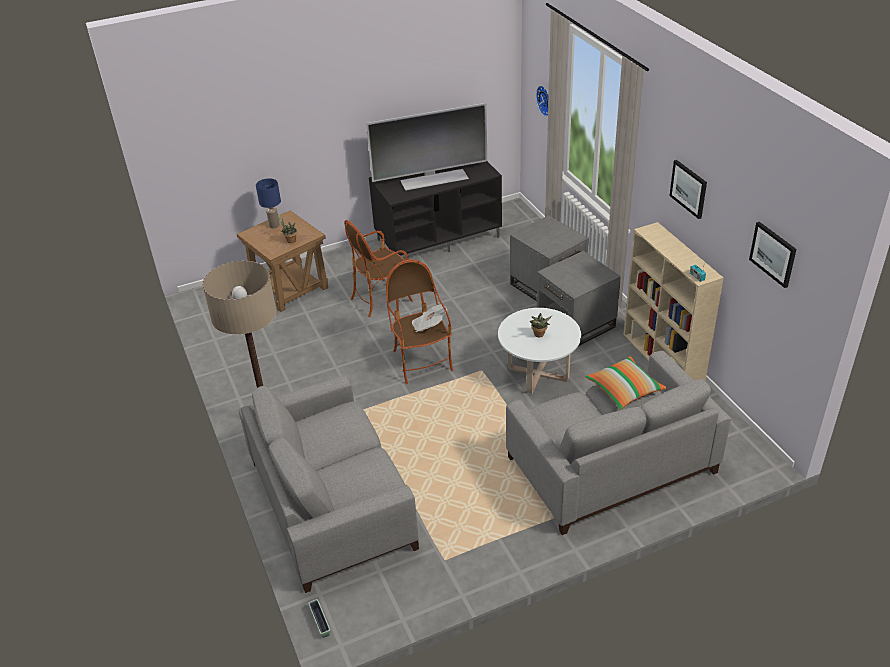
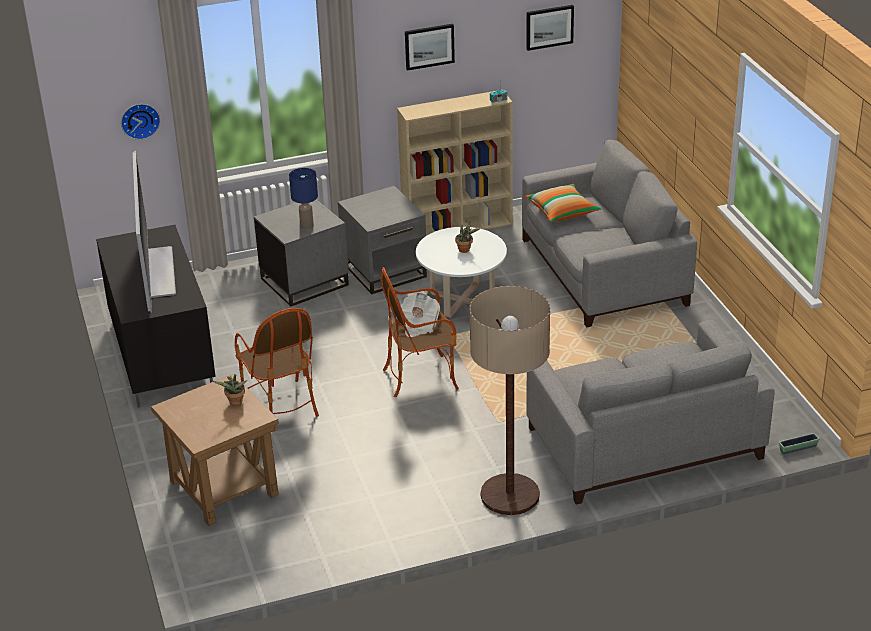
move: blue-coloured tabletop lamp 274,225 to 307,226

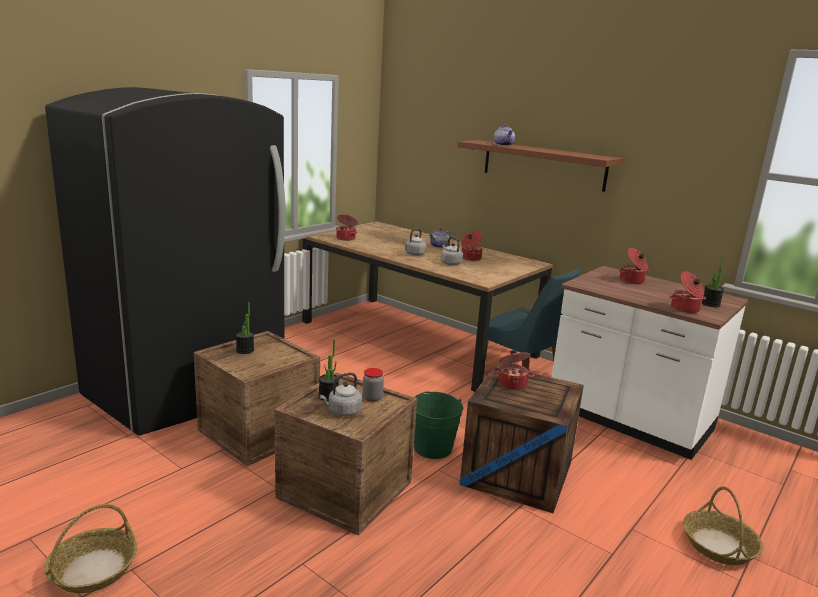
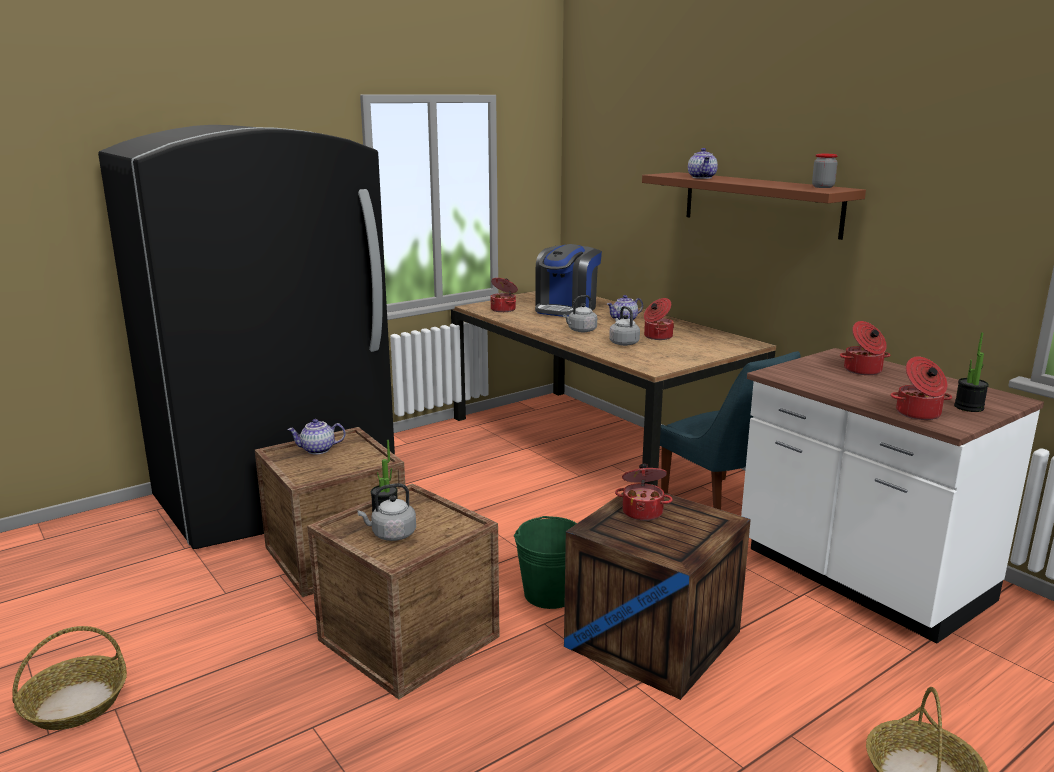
insert: coffee brewer 566,309
move: jar 372,398 to 823,187
replace: potted plant 245,350 to teapot 317,450

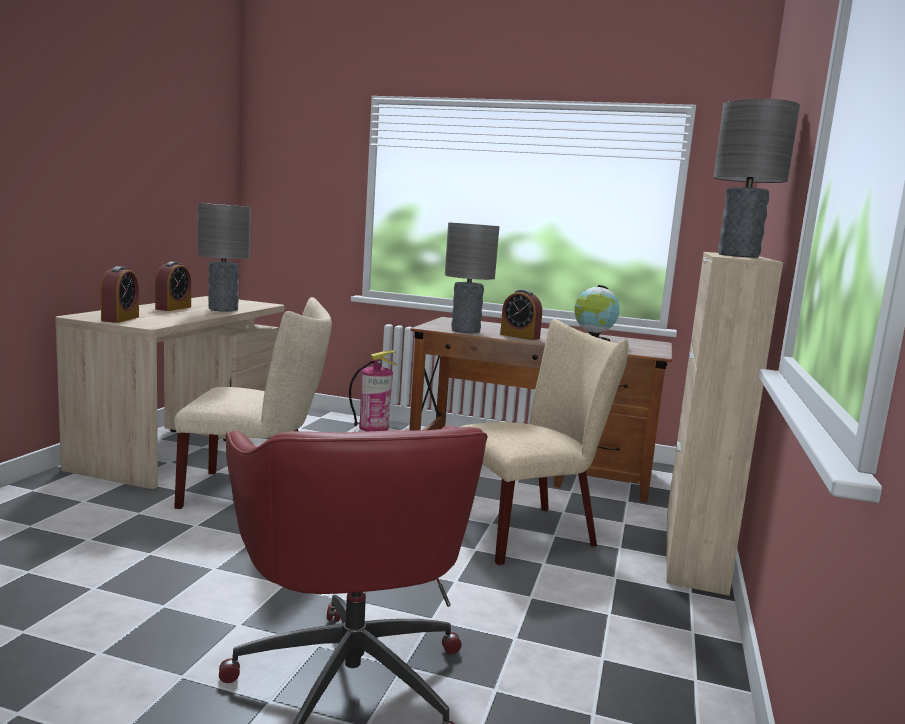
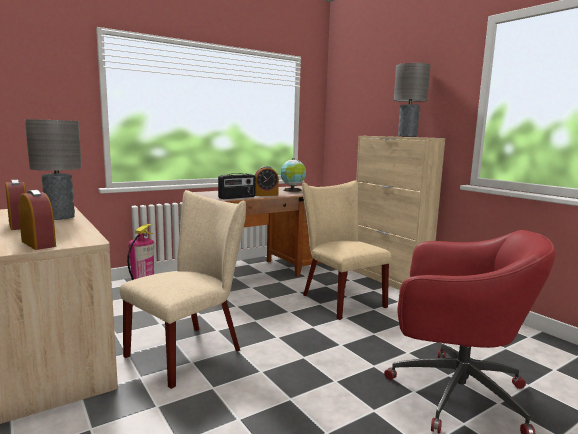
replace: gray tabletop lamp 465,331 to radio 237,197
rotate: sand-coloured upright chair 531,531 = 339,299 45 degrees counterclockwise

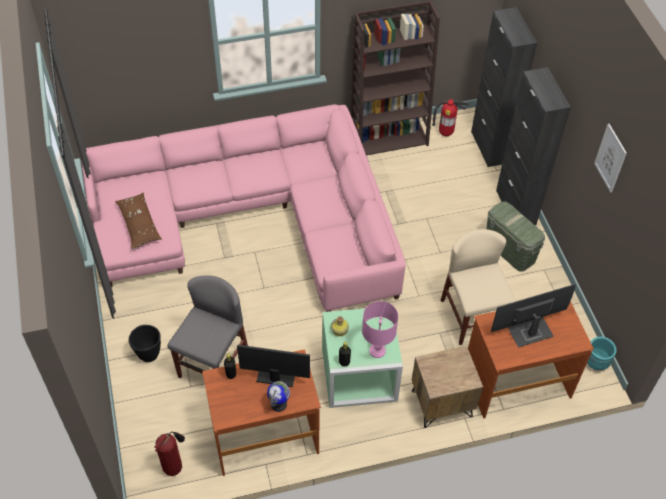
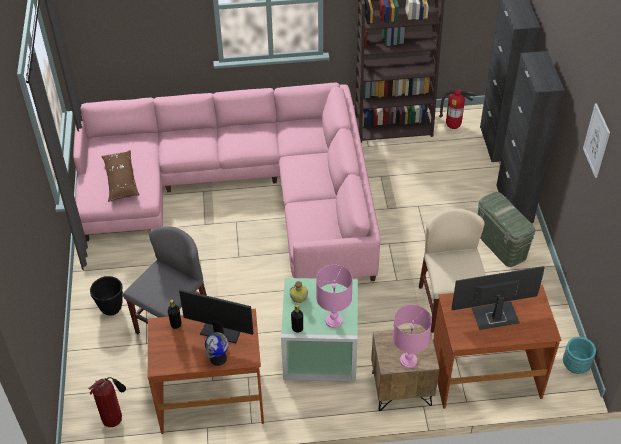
insert: pink-coloured tabletop lamp 408,361

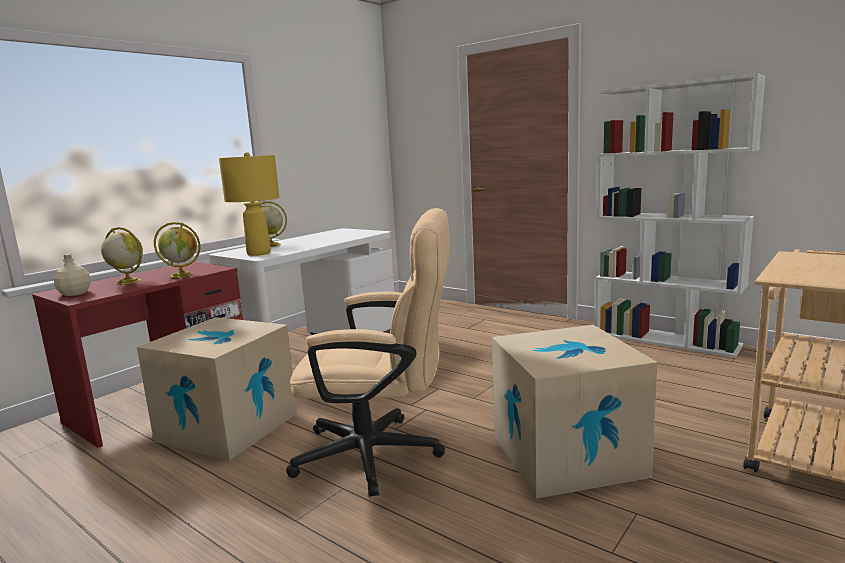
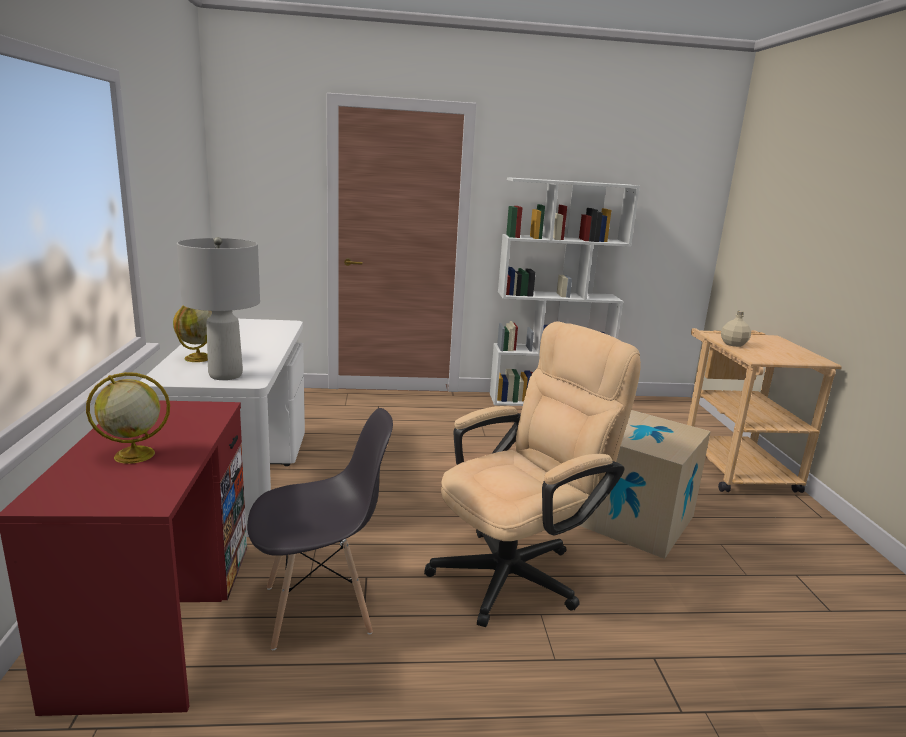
delete: globe 182,275
move: sand-coloured bottle 75,293 to 733,344
replace: carton 228,427 to gray upright chair 319,609
recolor: yellowish tabletop lamp 259,253 to gray tabletop lamp 226,375

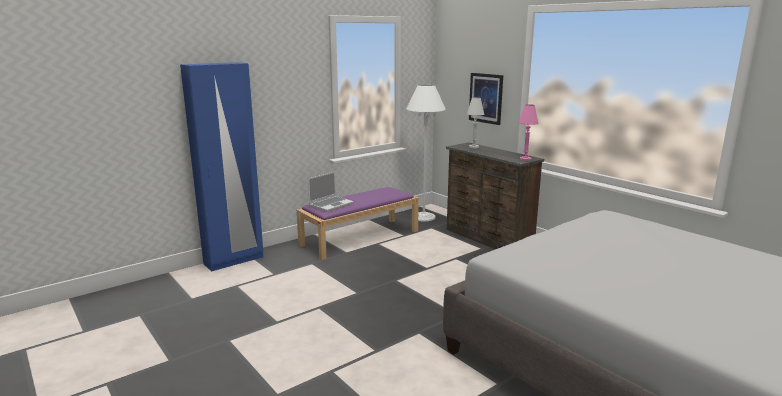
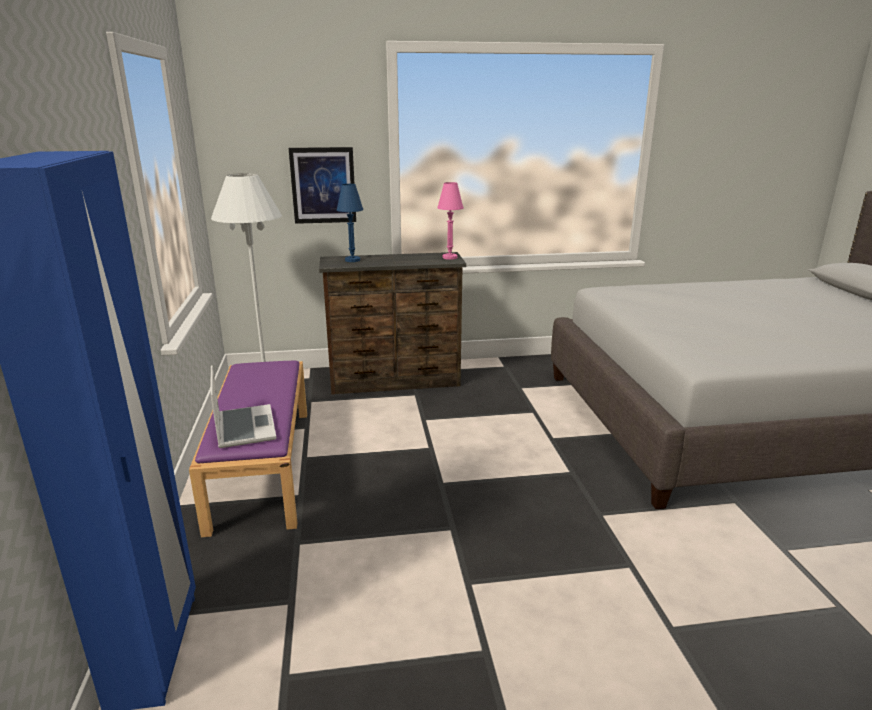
recolor: whitish tabletop lamp 474,147 to blue-coloured tabletop lamp 352,260

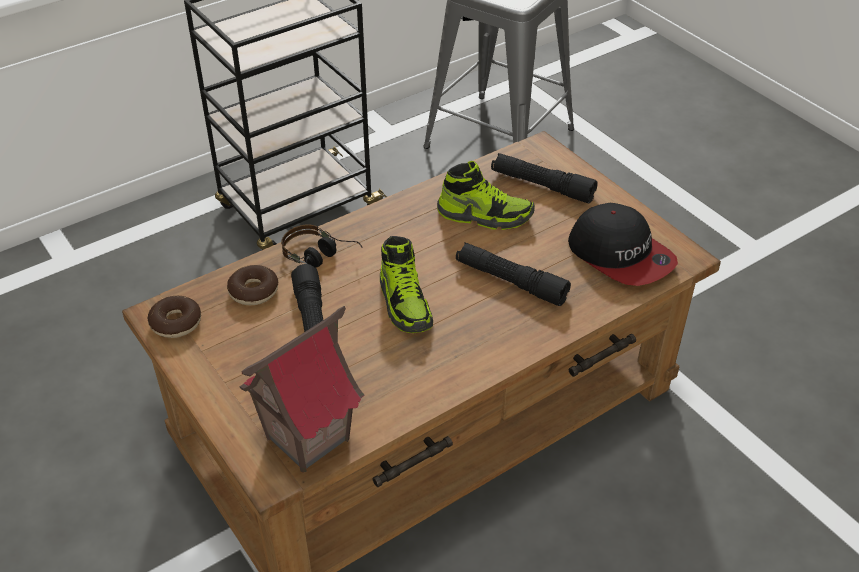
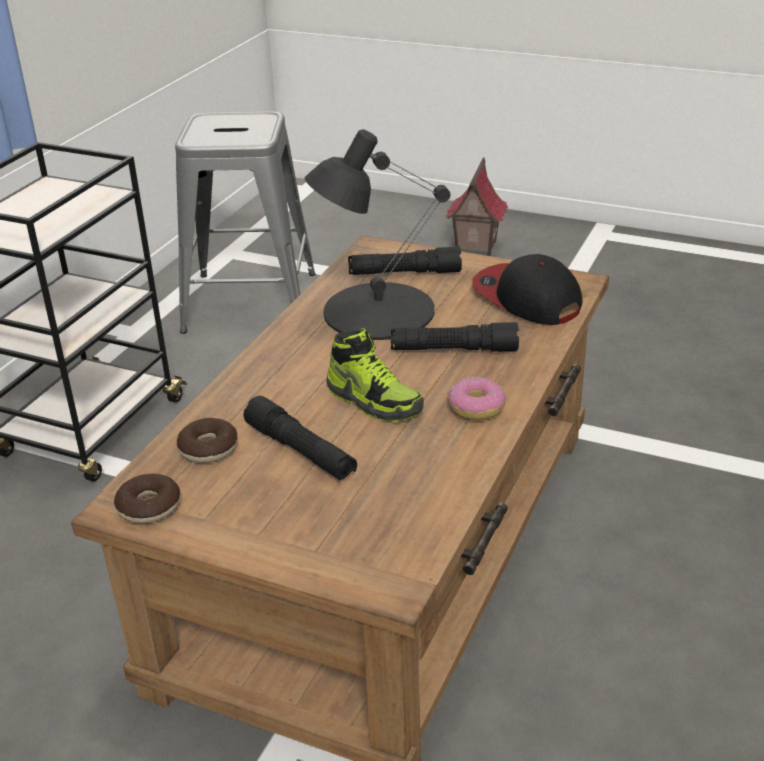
delete: pair of headphones 322,257
insert: doughnut 476,408
move: toy house 306,438 to 475,248
replace: item of footwear 484,215 to black-coloured tabletop lamp 376,311
rotate: peaked cap 620,255 = 526,298 150 degrees counterclockwise

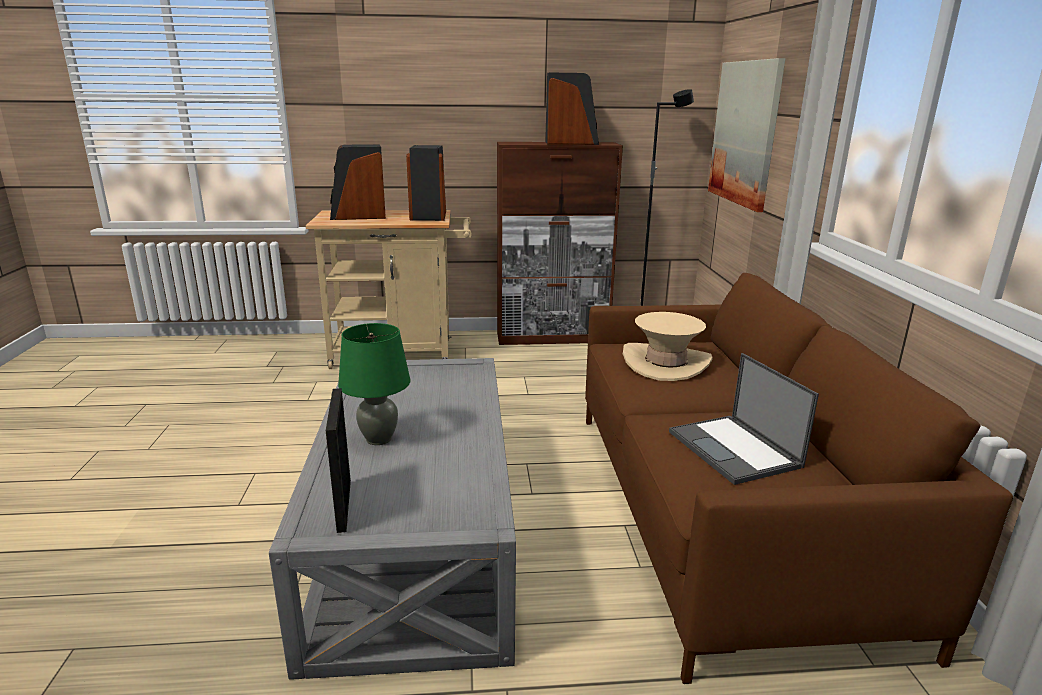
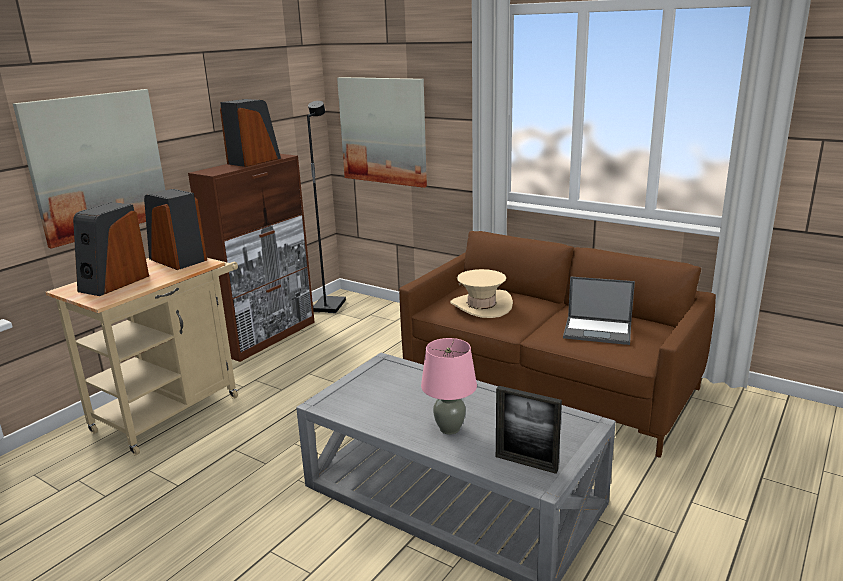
insert: wall art 97,165
recolor: green tabletop lamp 379,439 to pink-coloured tabletop lamp 449,429

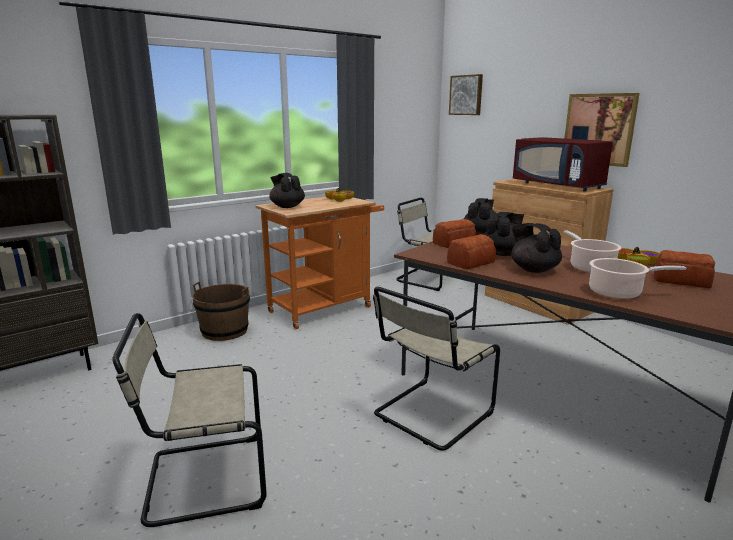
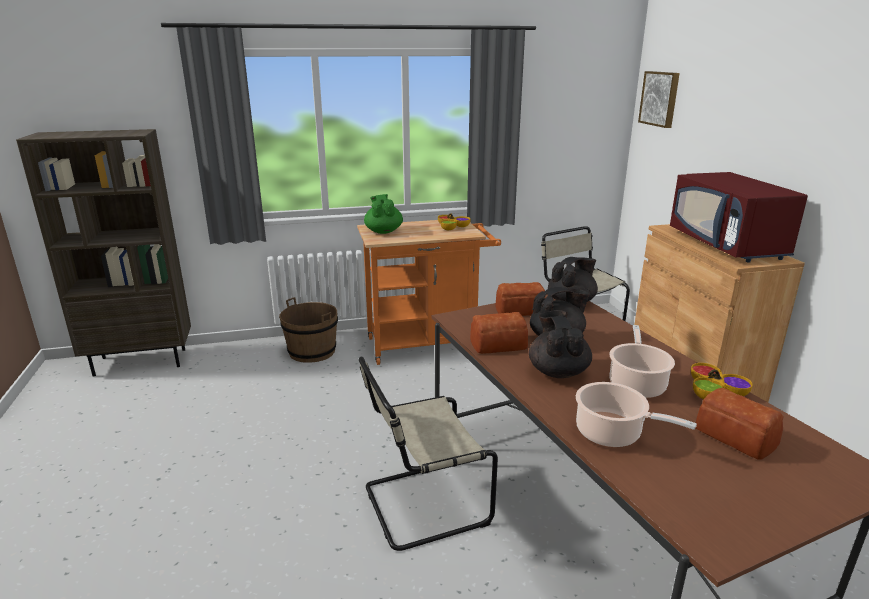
delete: sand-coloured upright chair 201,479; wall art 599,129
recolor: black-coloured teapot 287,206 to green teapot 383,231

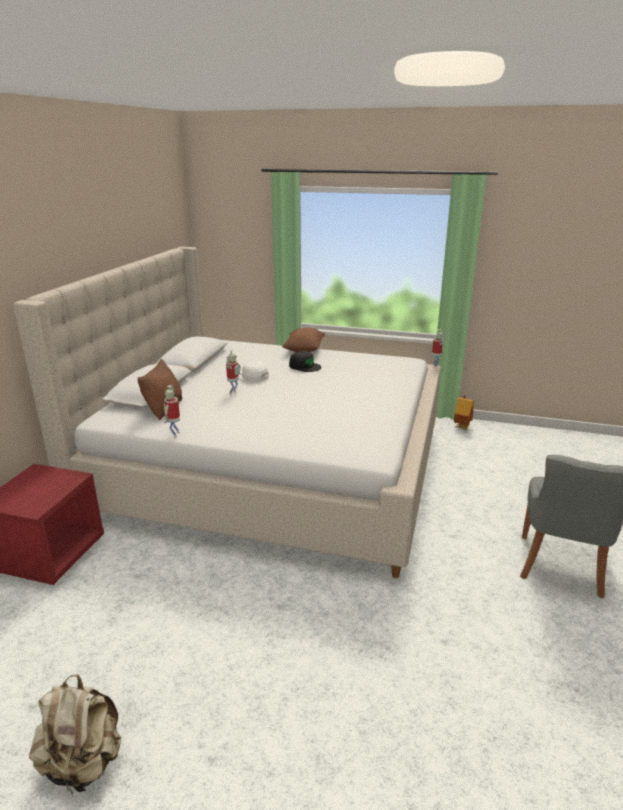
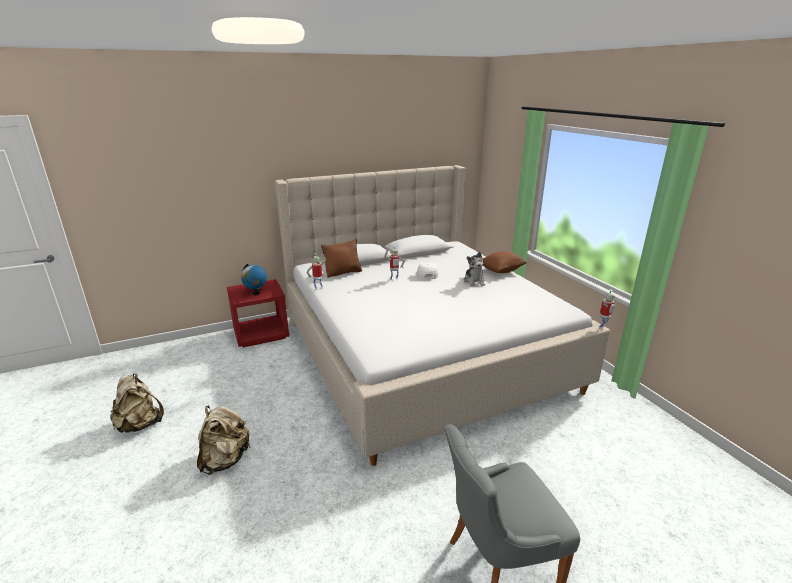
delete: toy house 462,427
insert: sand-coloured knapsack 225,459; globe 256,293
replace: black-coloured peaked cap 304,366 to cuddly toy 474,281

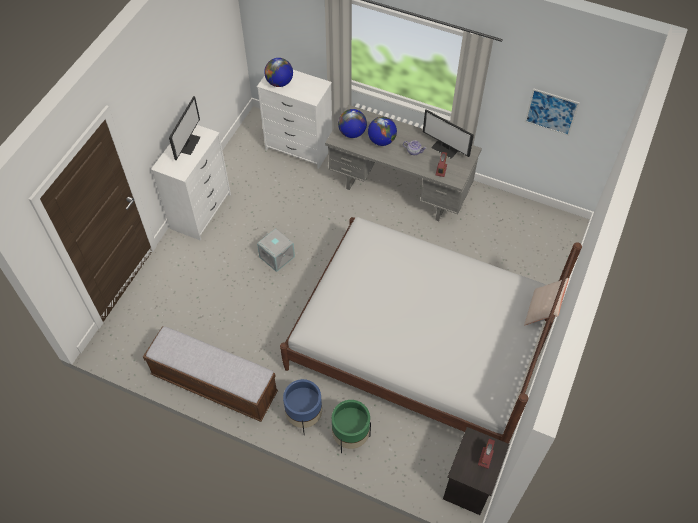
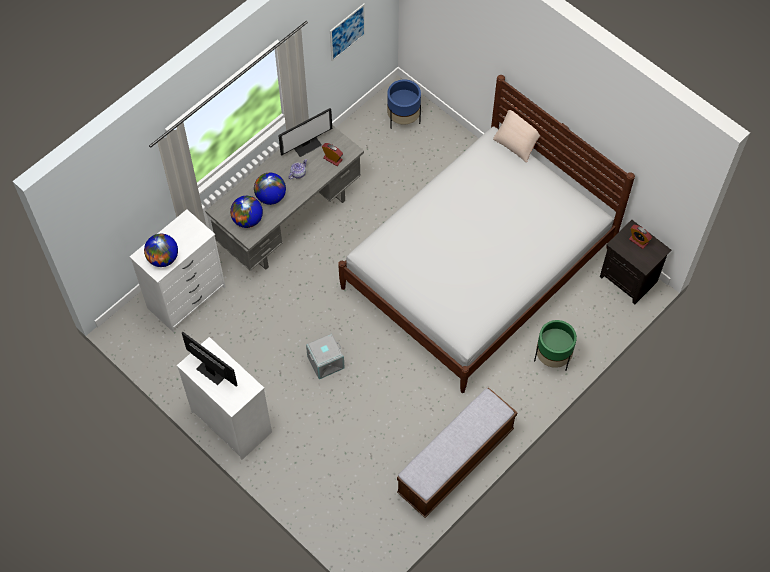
move: blue-coloured plant pot 304,416 to 403,119

